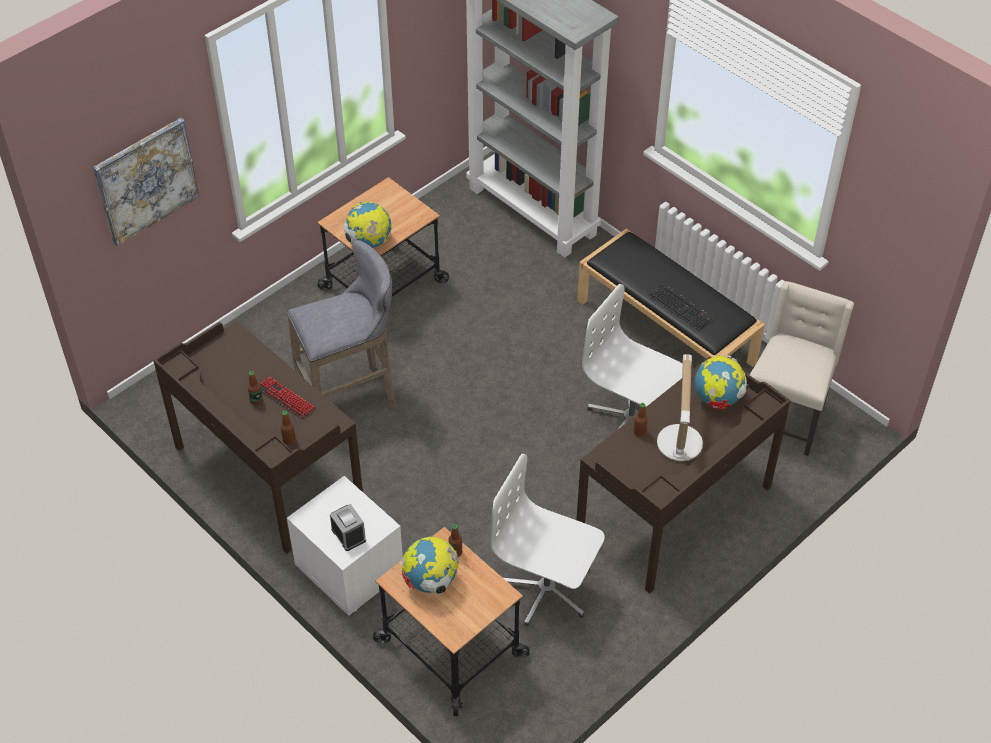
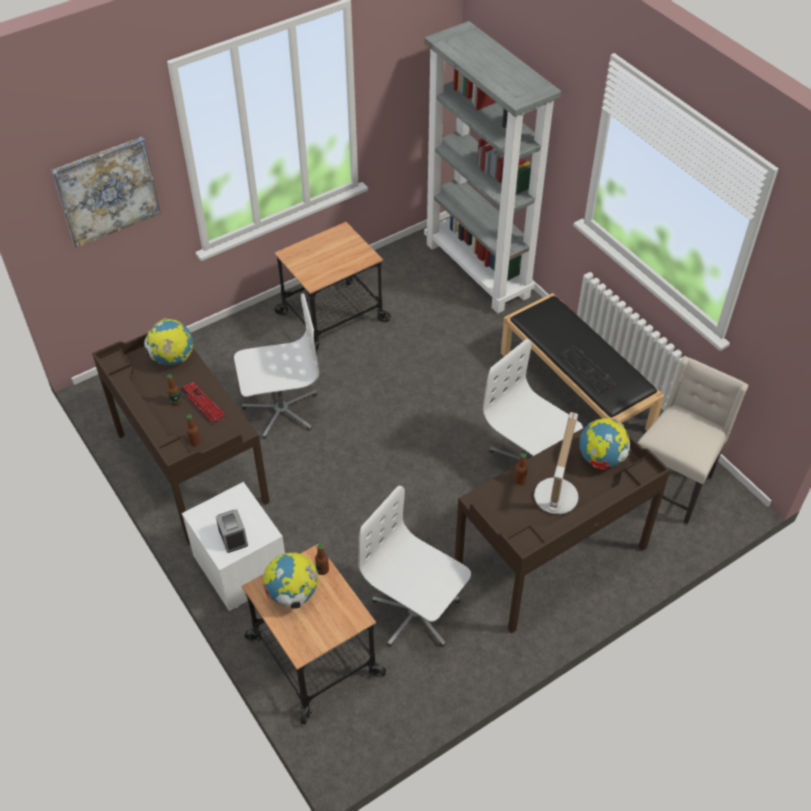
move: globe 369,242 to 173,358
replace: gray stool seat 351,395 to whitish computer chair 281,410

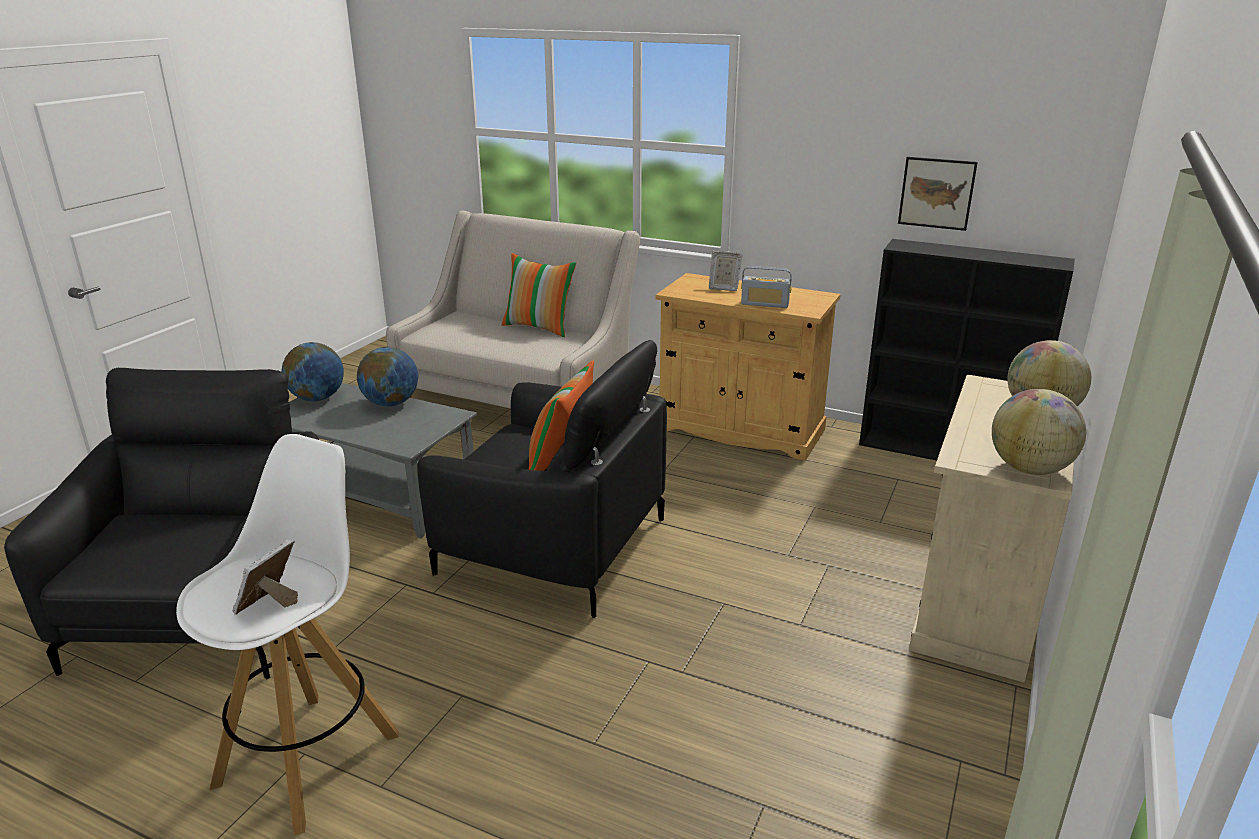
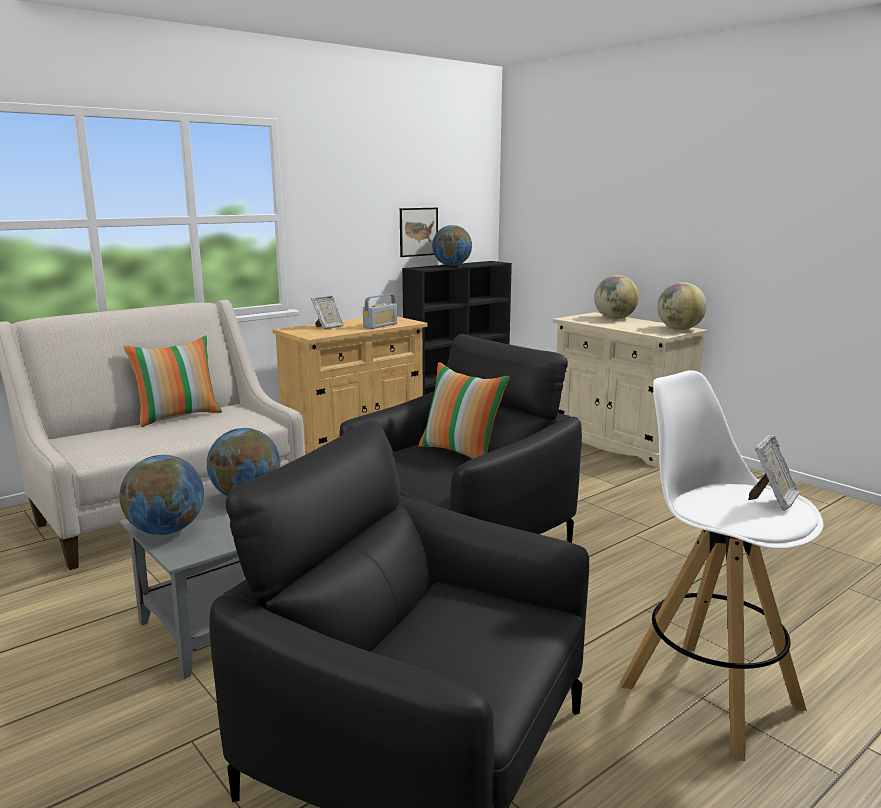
insert: globe 452,265
rotate: photo frame 269,604 = 773,500 105 degrees counterclockwise

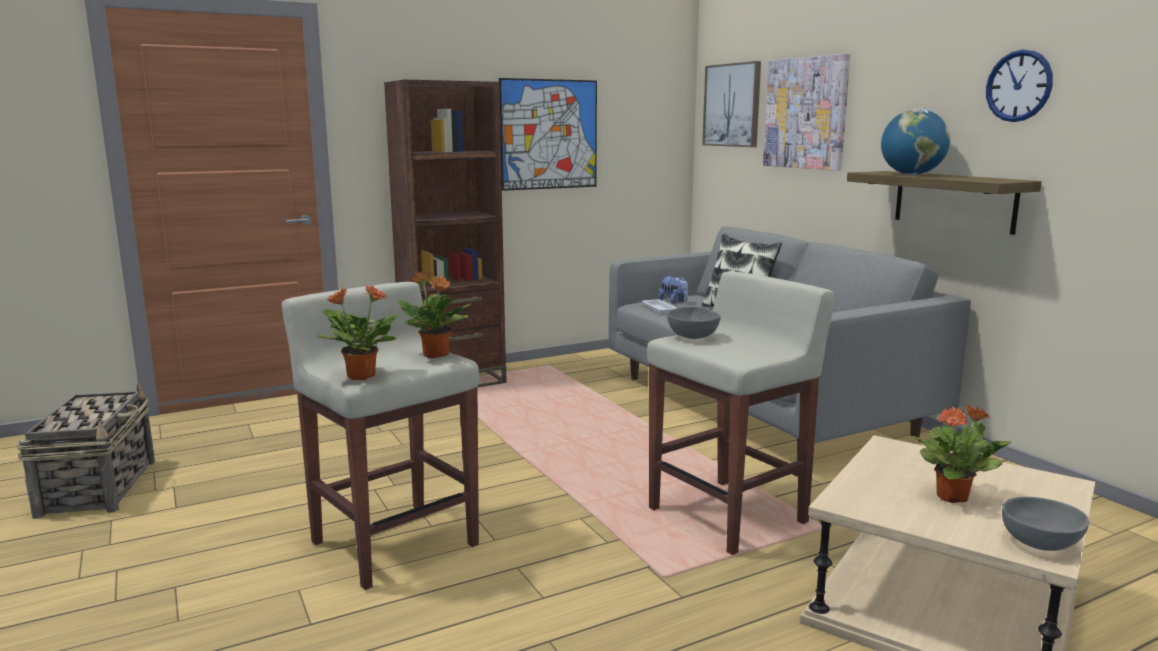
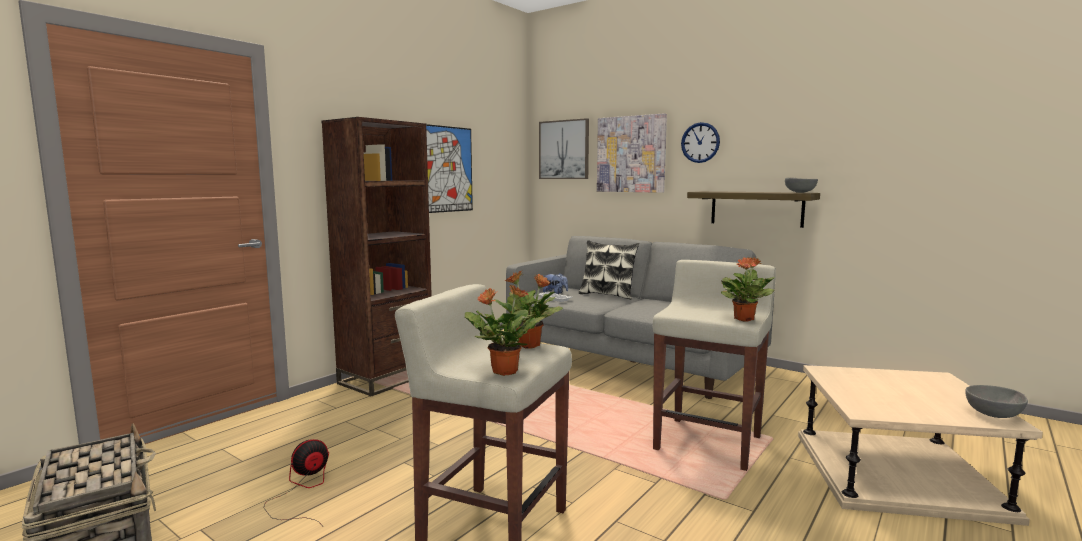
delete: globe 911,174
insert: fan 303,491
move: hanging clock 1019,86 to 700,142; potted plant 953,497 to 744,319; gray deep dish 693,337 to 800,192

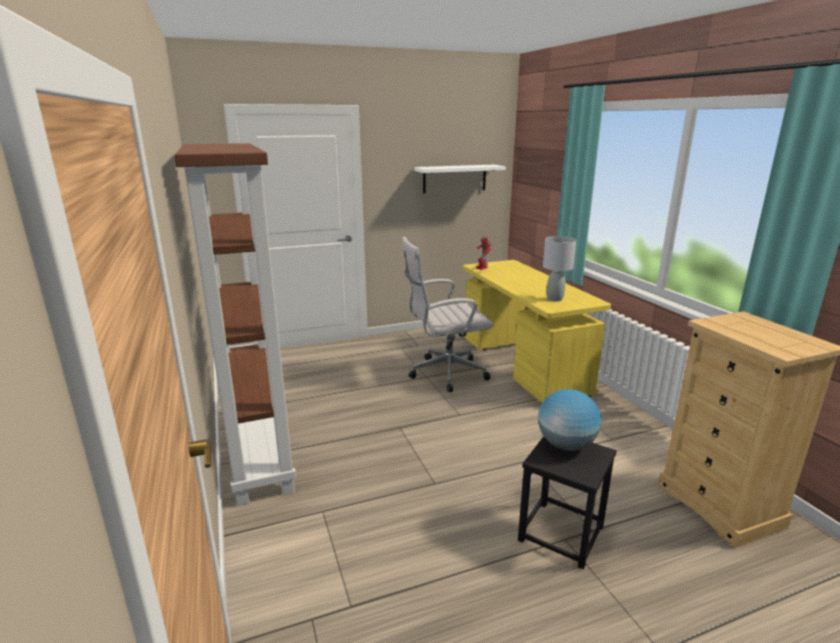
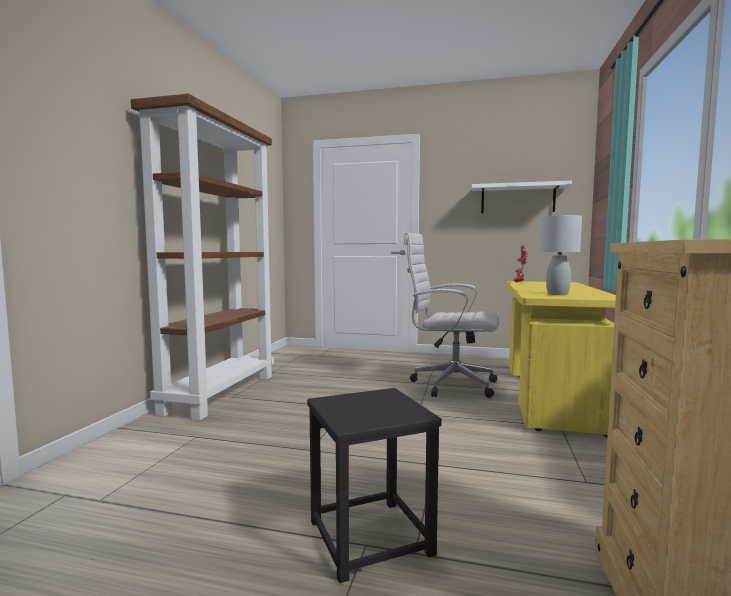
delete: globe 566,445

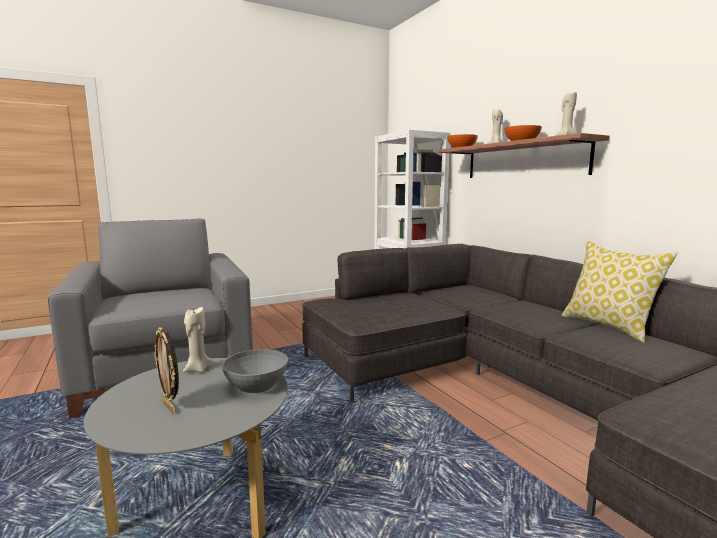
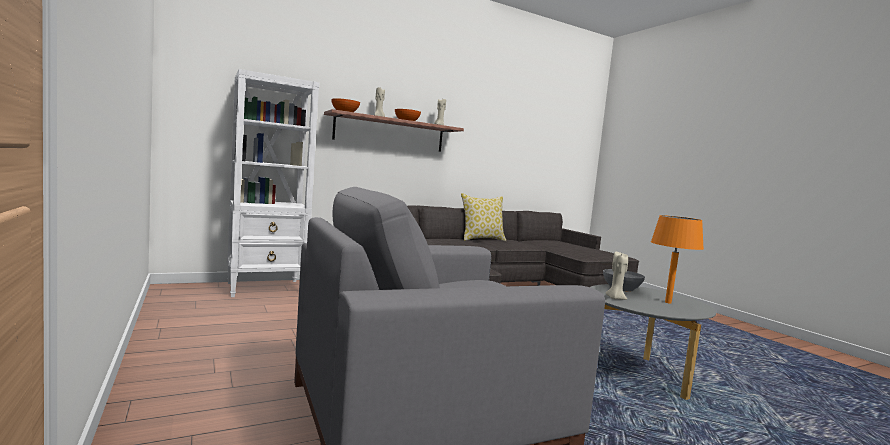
replace: photo frame 170,407 to orangey tabletop lamp 668,302

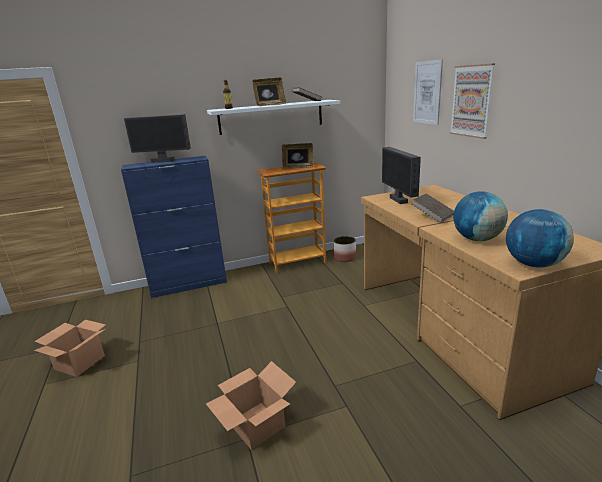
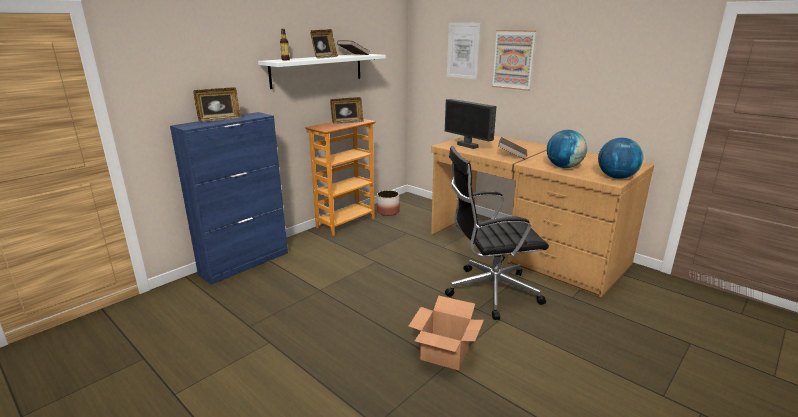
delete: carton 79,363
insert: black-coloured computer chair 489,291
replace: computer display 163,161 to photo frame 219,119

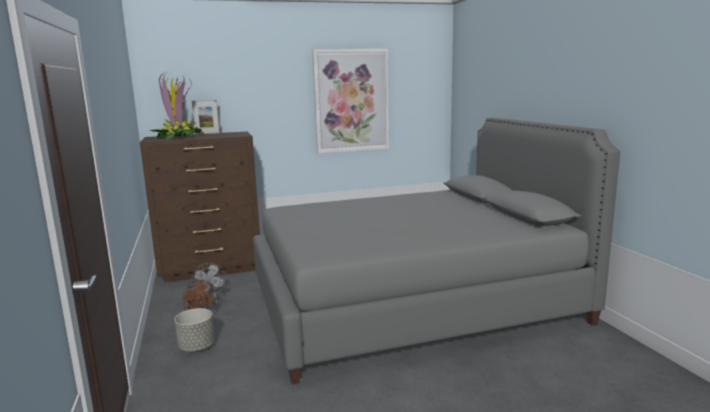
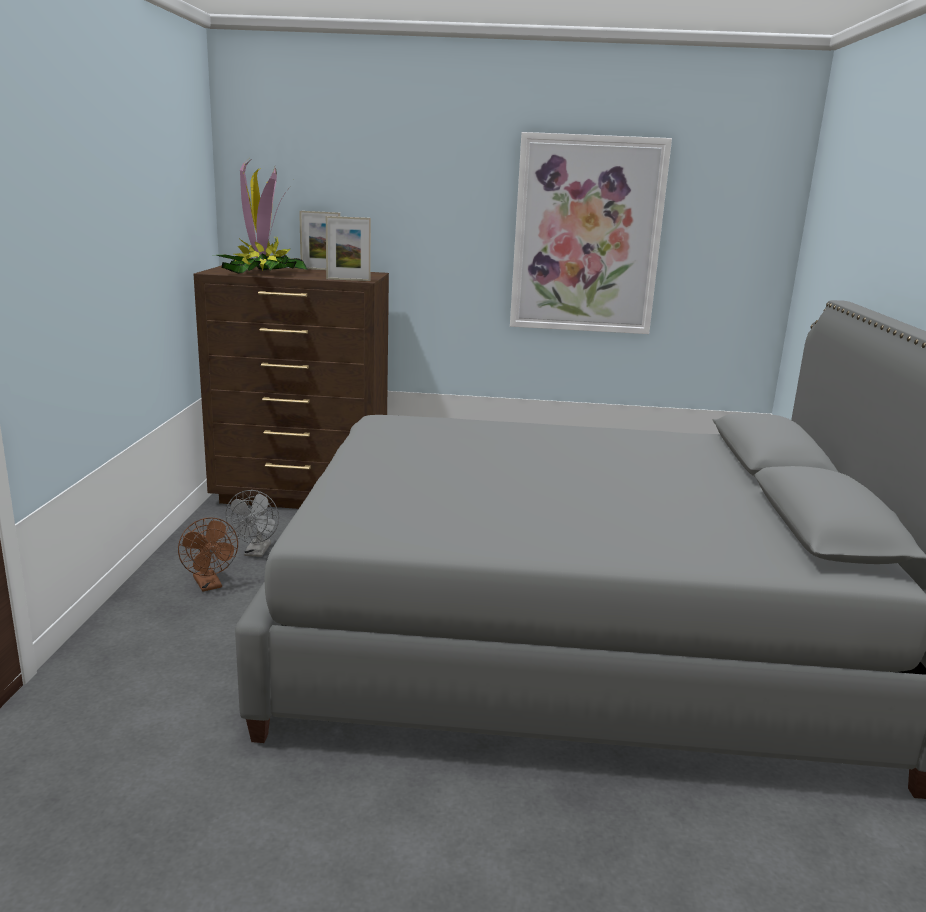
delete: gray plant pot 197,347
insert: photo frame 348,280

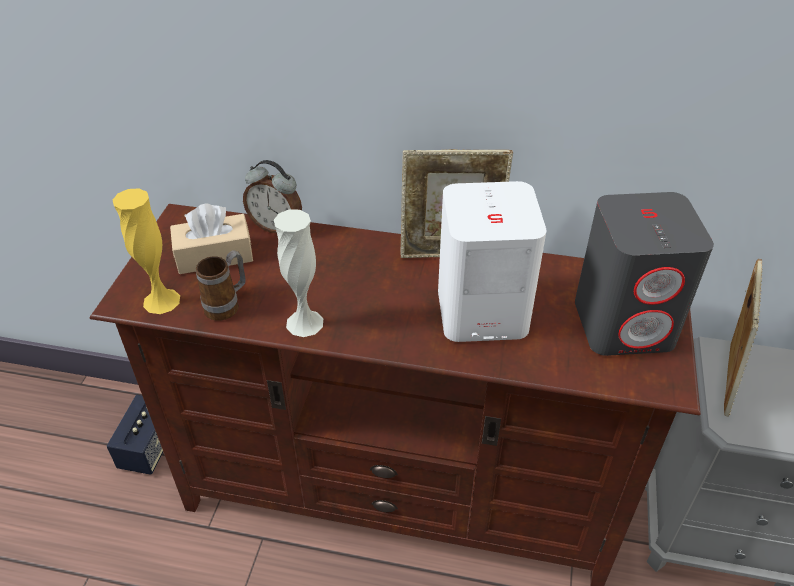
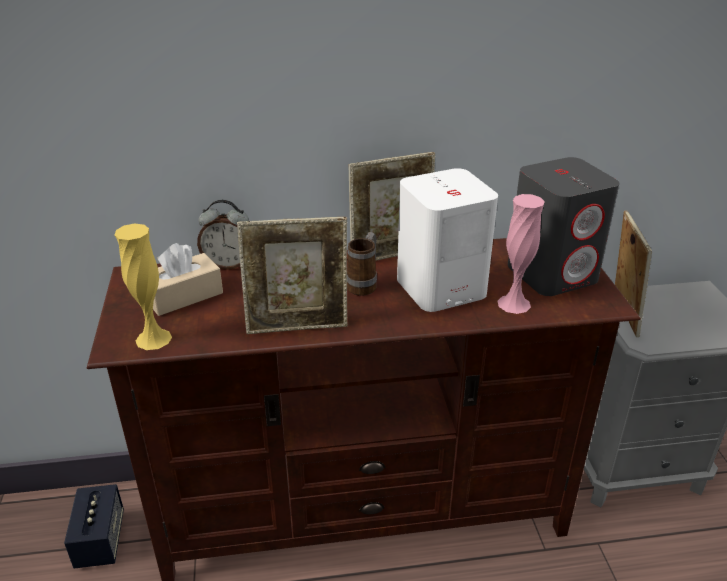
insert: pink-coloured decorative vase 514,304
move: mug 228,305 to 364,284
replace: whitish decorative vase 304,323 to photo frame 298,327

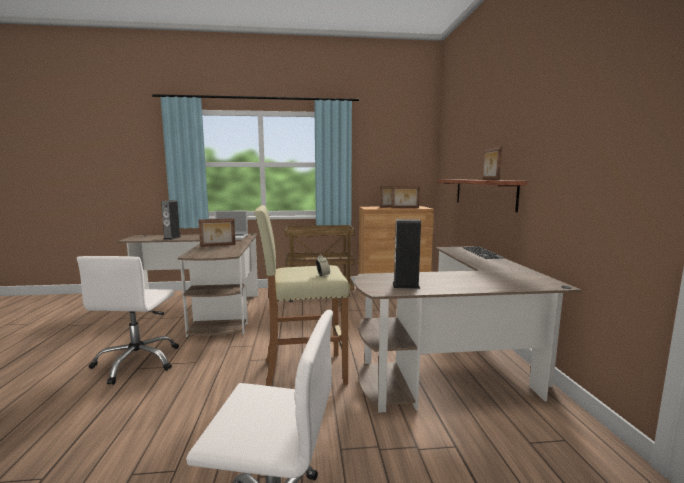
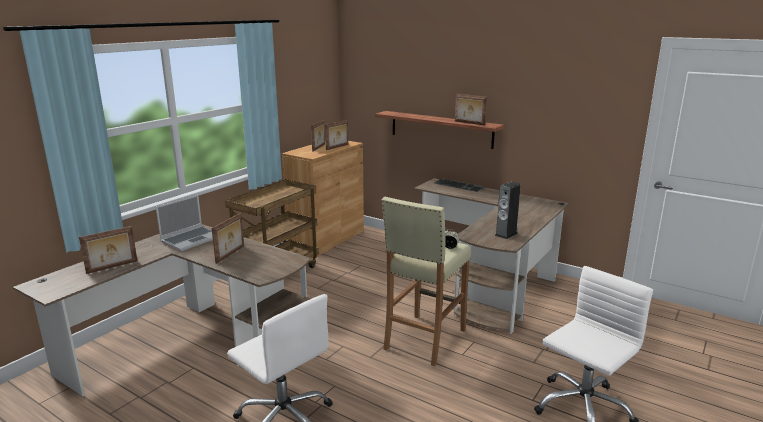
replace: speaker 172,238 to photo frame 112,267

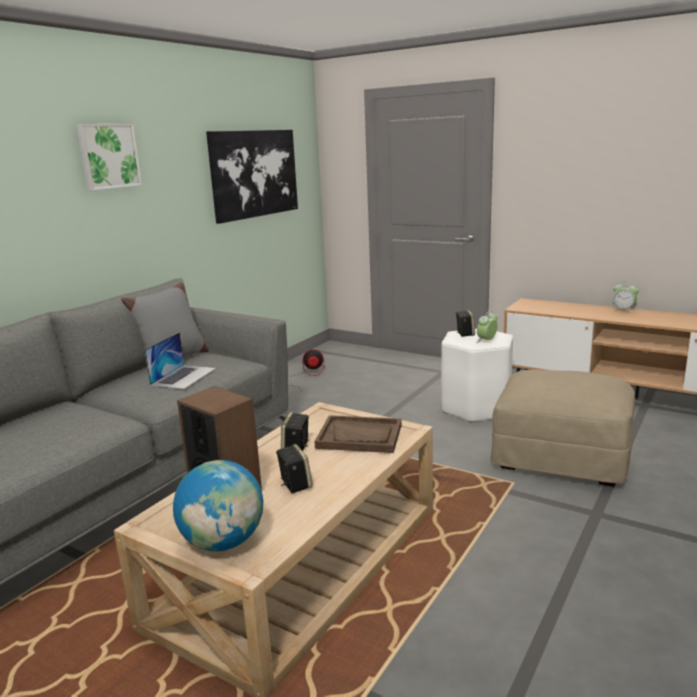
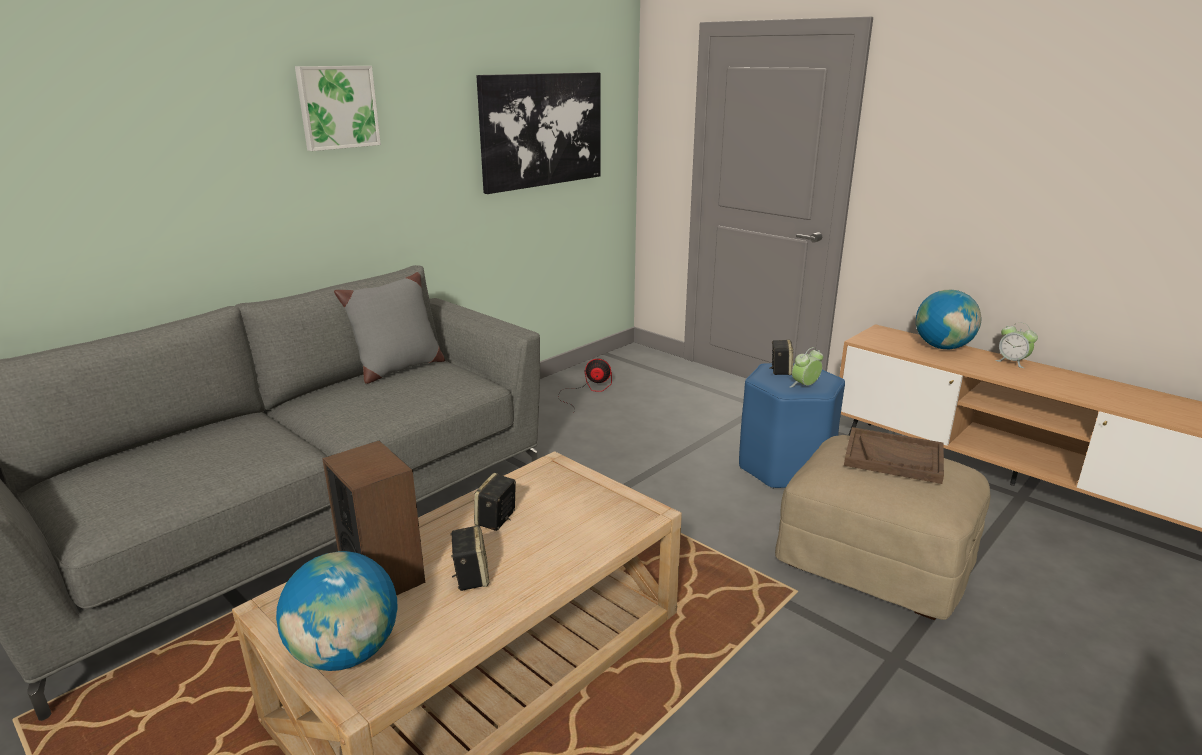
delete: portable computer 183,376
insert: globe 942,347
move: brownish serving tray 359,436 to 894,457
recolor: whitish stool seat 476,408 to blue-coloured stool seat 785,468

